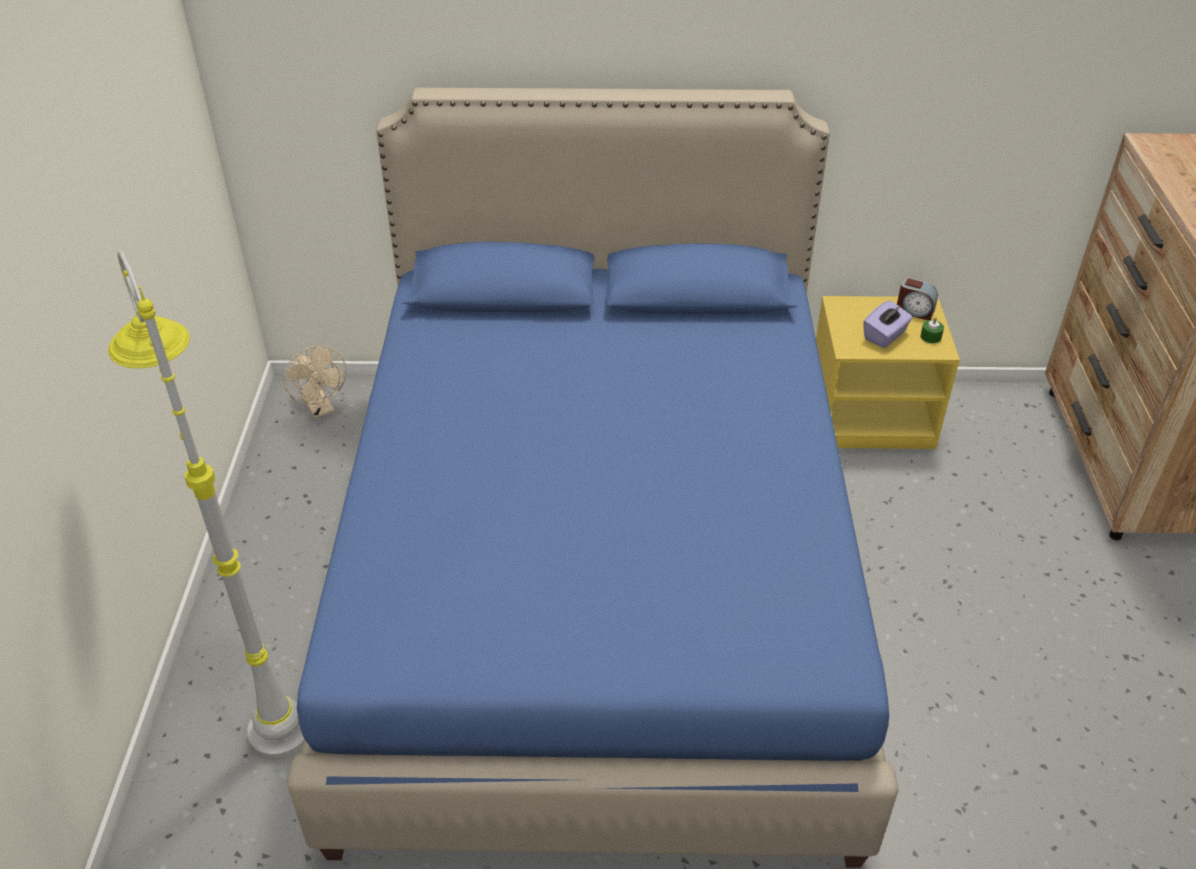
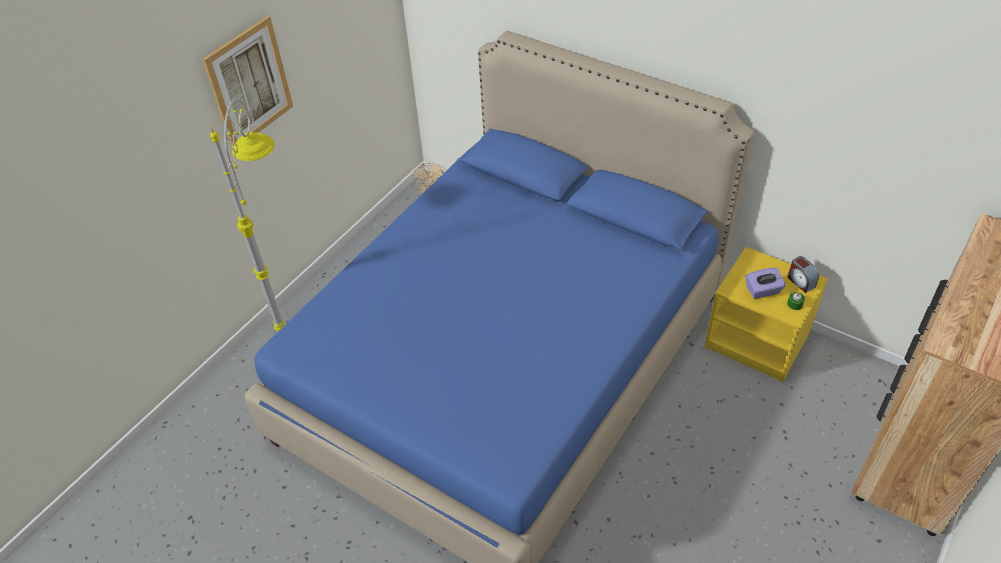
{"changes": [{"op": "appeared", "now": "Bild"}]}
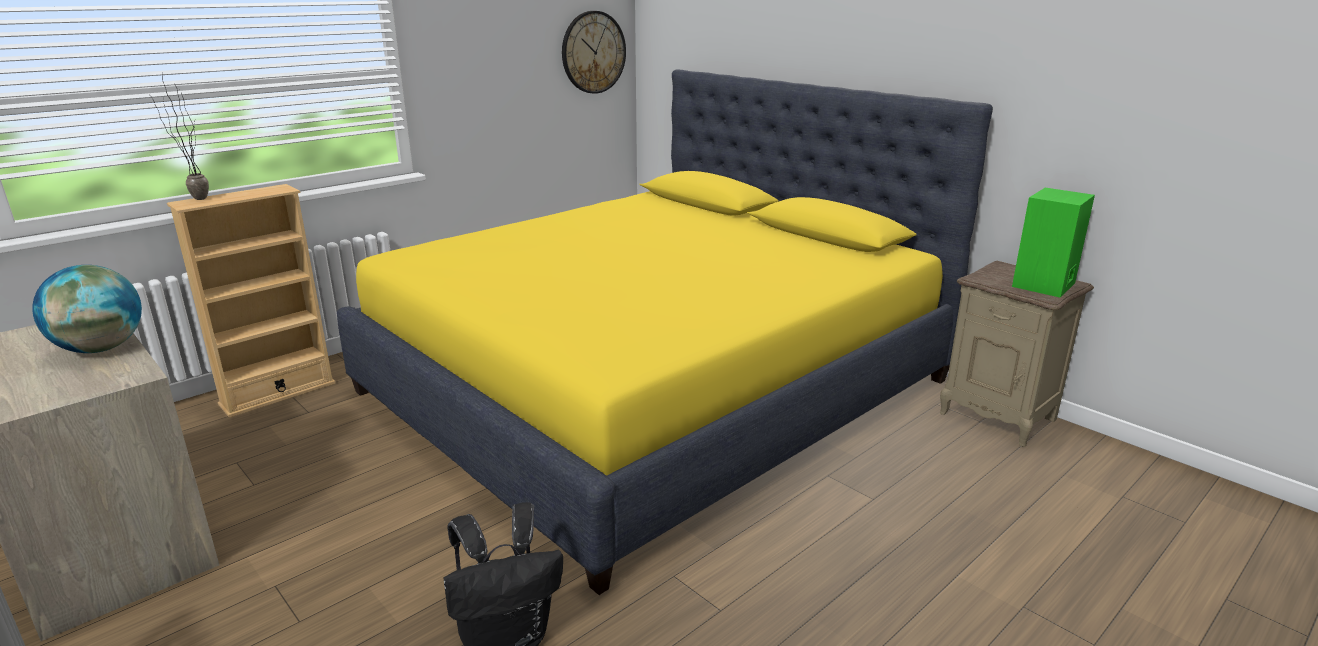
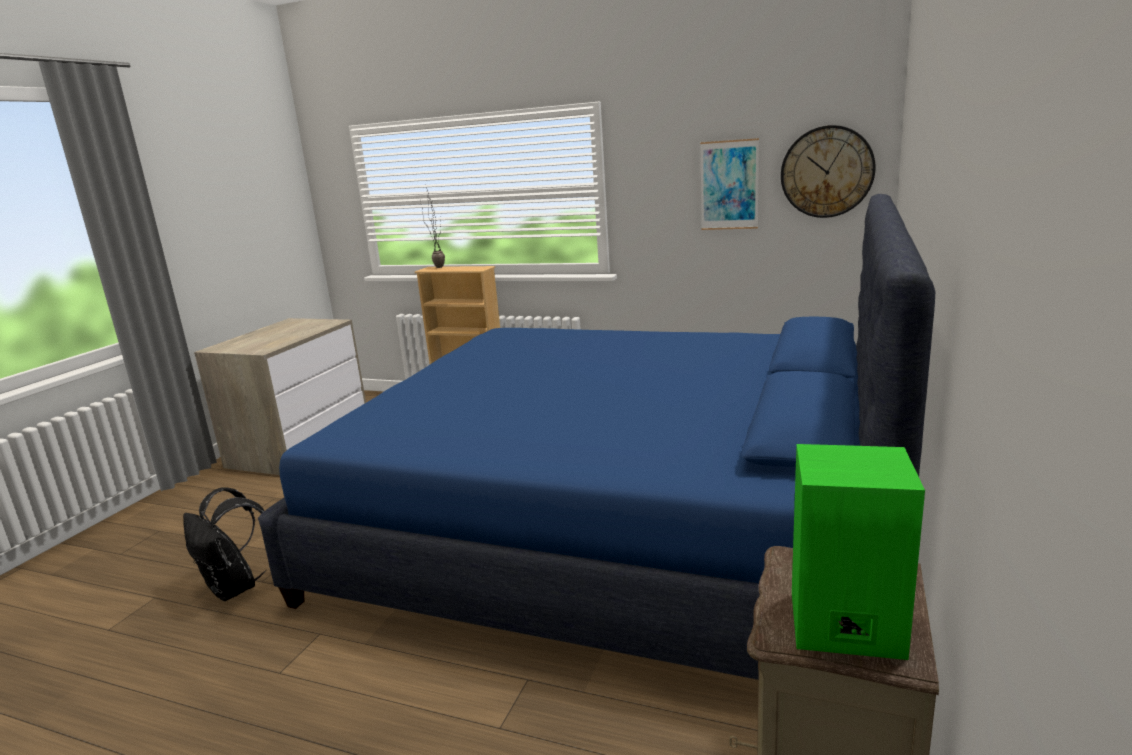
{"changes": [{"op": "missing", "was": "Globus"}, {"op": "colour", "was": "Bett [gelb]", "now": "Bett [blau]"}, {"op": "appeared", "now": "Bild"}]}
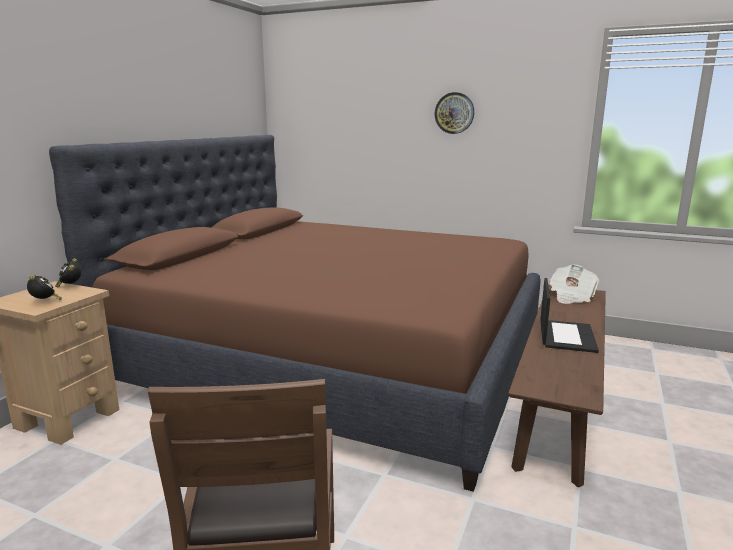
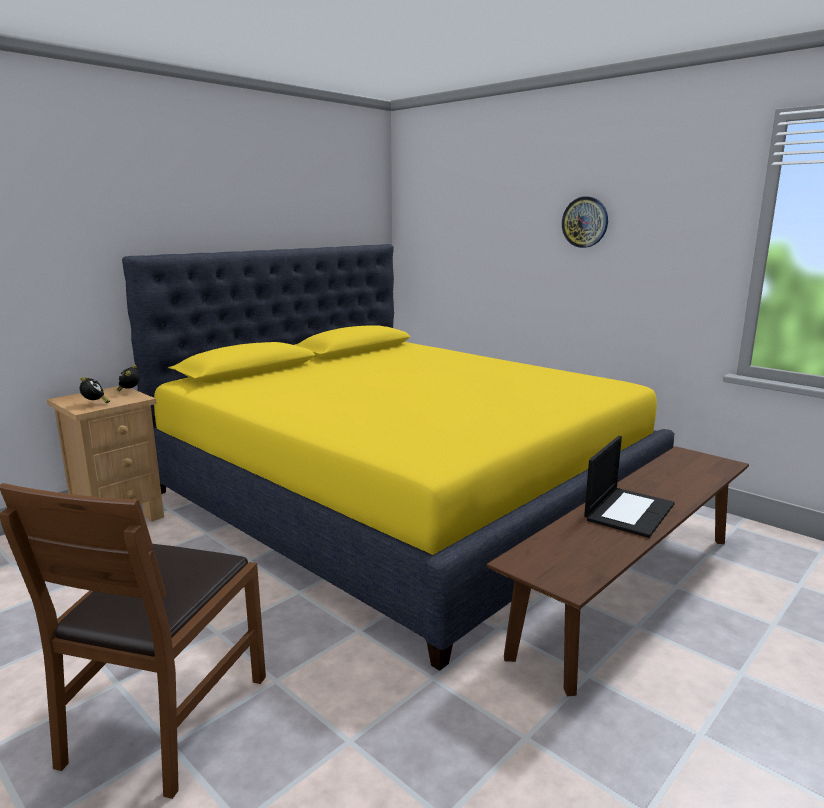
{"changes": [{"op": "colour", "was": "Bett [braun]", "now": "Bett [gelb]"}, {"op": "missing", "was": "Zeitung"}]}
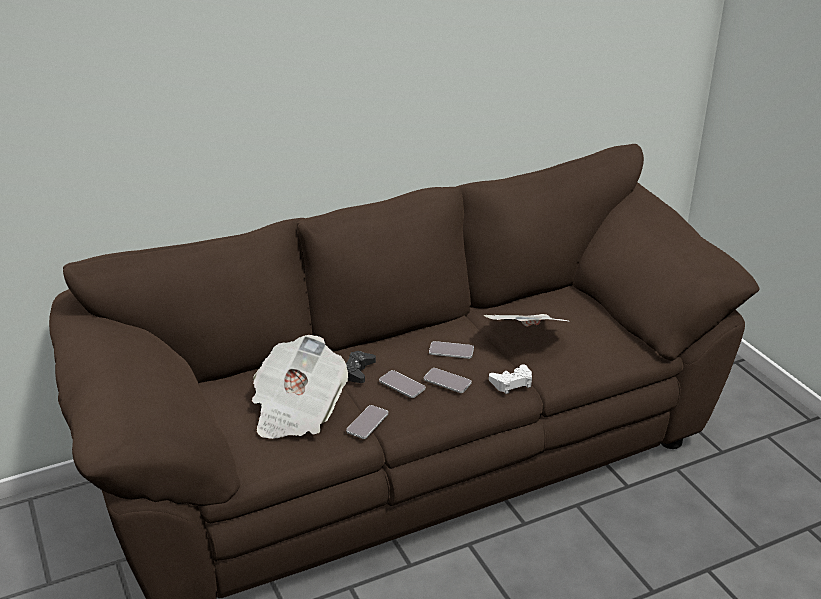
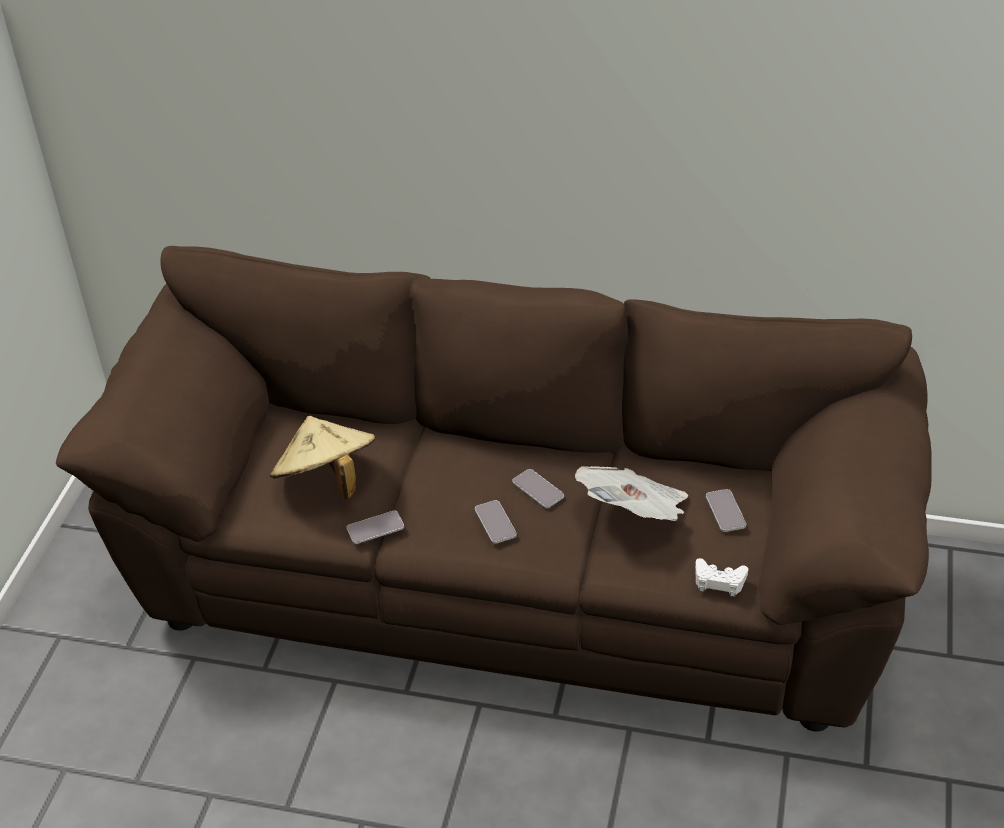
{"changes": [{"op": "exchanged", "was": "Zeitung (no. 1 from left)", "now": "Hut [beige]"}, {"op": "missing", "was": "Gamepad [schwarz]"}, {"op": "relocated", "was": "Handy (no. 2 from left in the first image)", "now": "Handy (no. 4 from left)"}, {"op": "relocated", "was": "Gamepad [weiß]"}]}
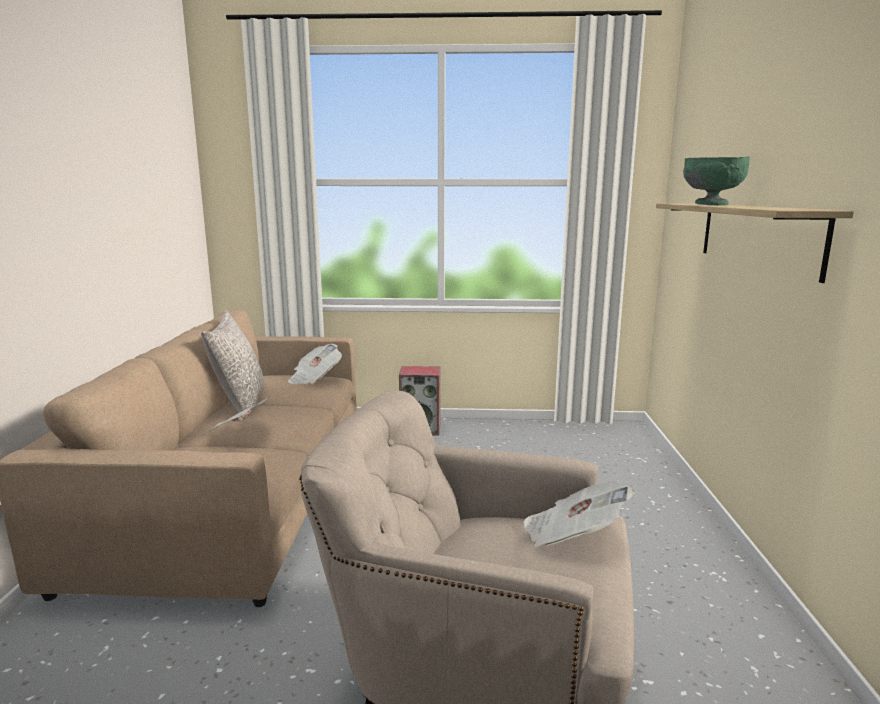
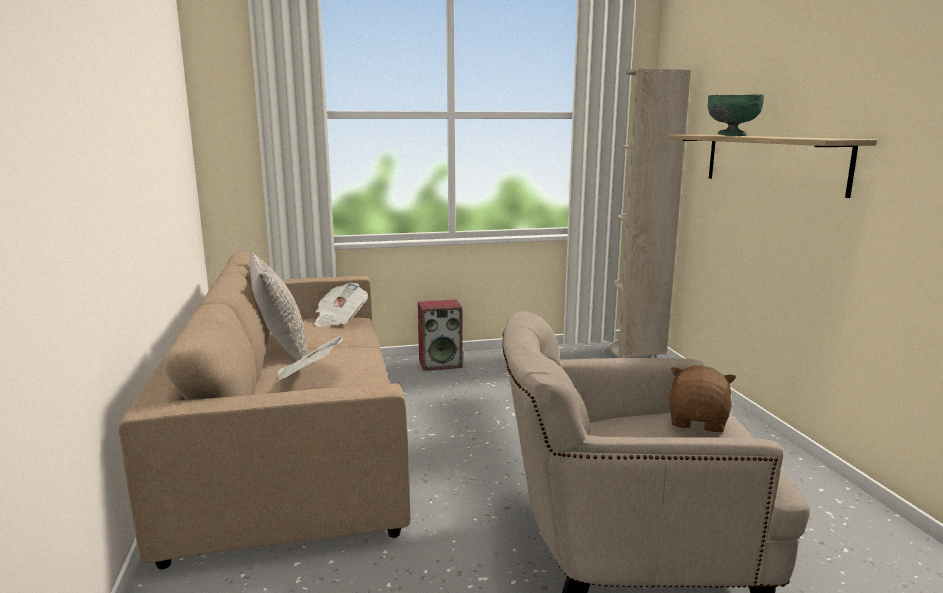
{"changes": [{"op": "exchanged", "was": "Zeitung (no. 3 from left)", "now": "Plüschtier [braun]"}, {"op": "appeared", "now": "Bücherregal [beige]"}]}
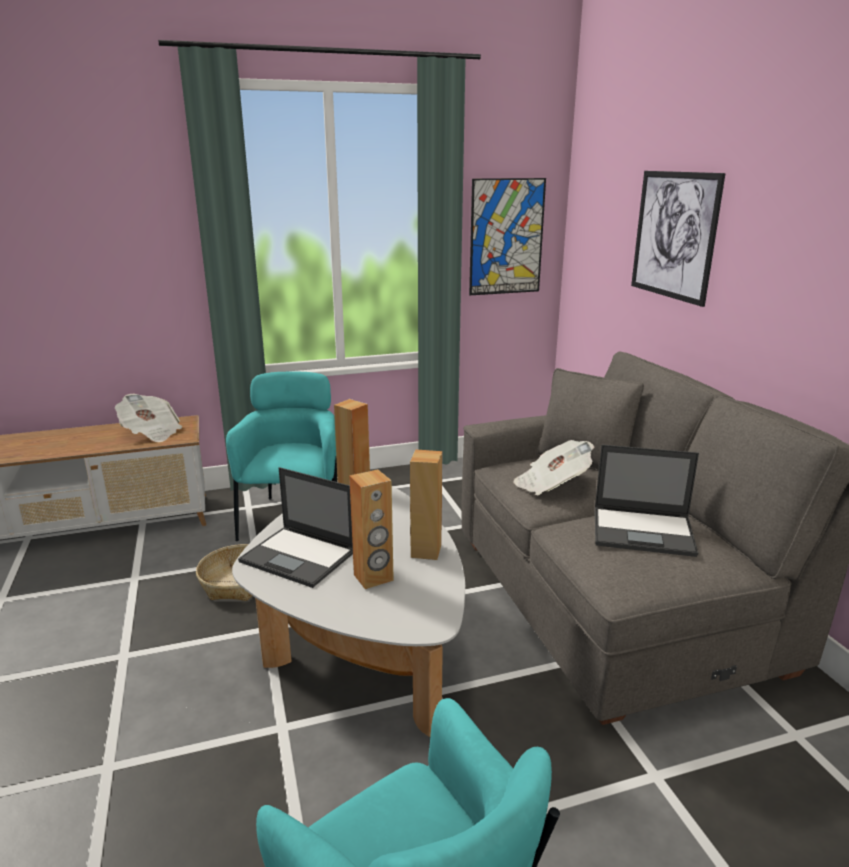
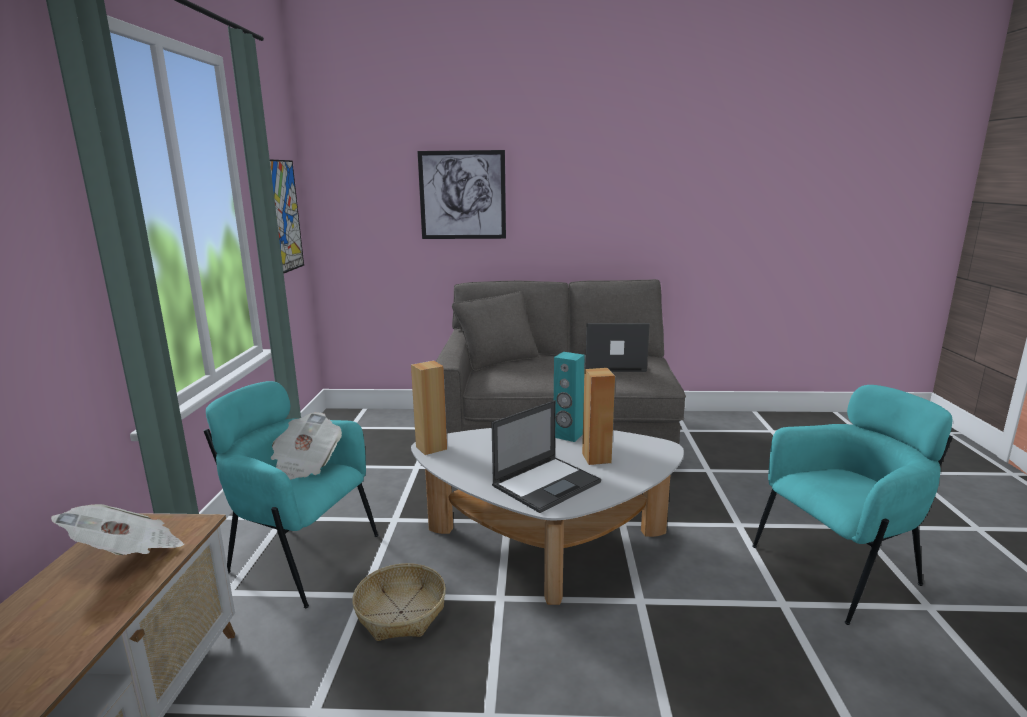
{"changes": [{"op": "colour", "was": "Lautsprecher [braun] (no. 3 from left)", "now": "Lautsprecher [türkis]"}, {"op": "relocated", "was": "Zeitung (no. 2 from left)"}, {"op": "spun", "was": "Laptop (no. 2 from left)", "clockwise": -120}]}
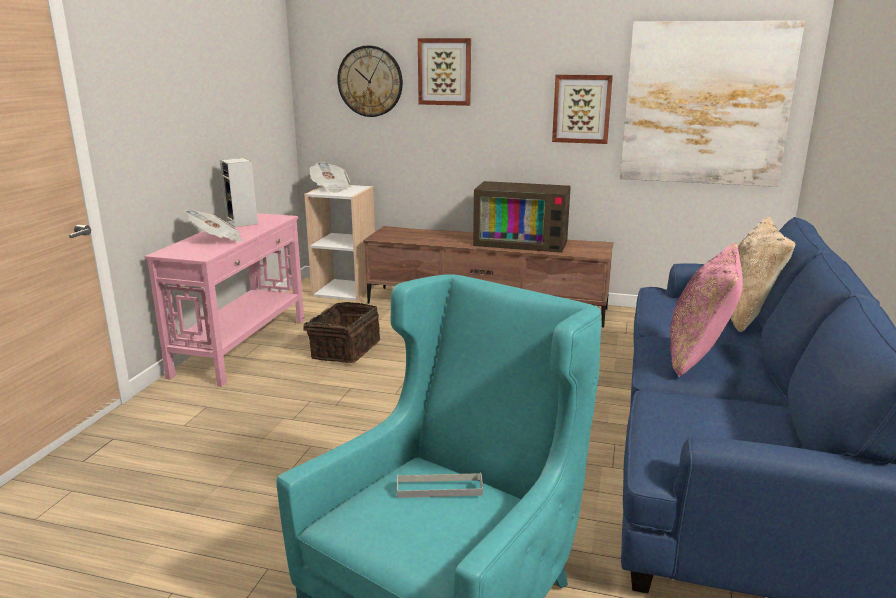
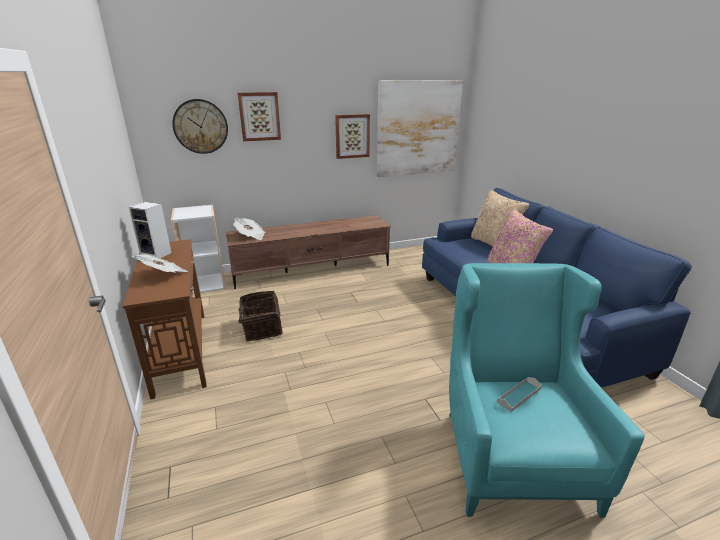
{"changes": [{"op": "colour", "was": "Konsolentisch [rosa]", "now": "Konsolentisch [braun]"}, {"op": "relocated", "was": "Zeitung (no. 2 from left)"}, {"op": "missing", "was": "Fernseher"}]}
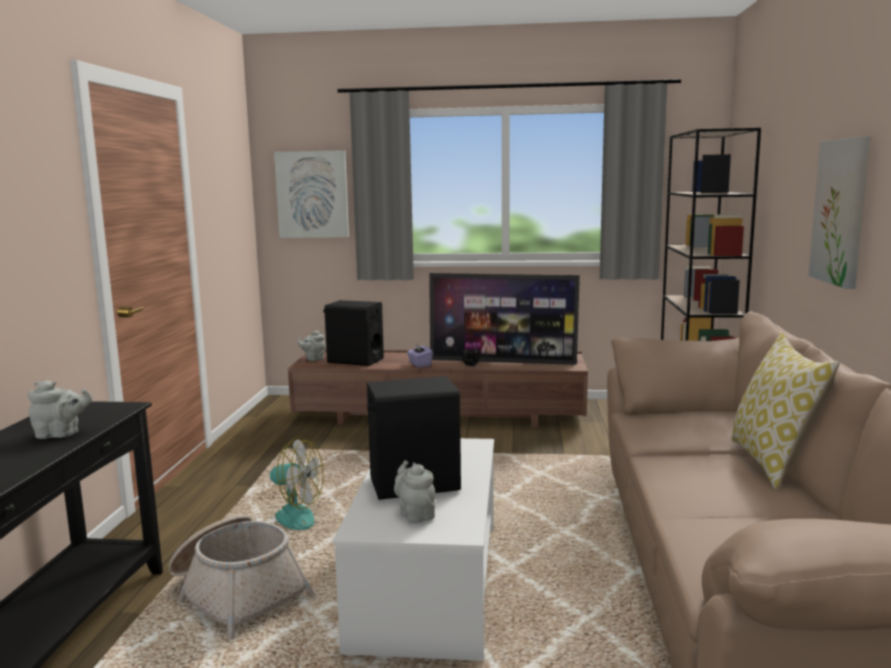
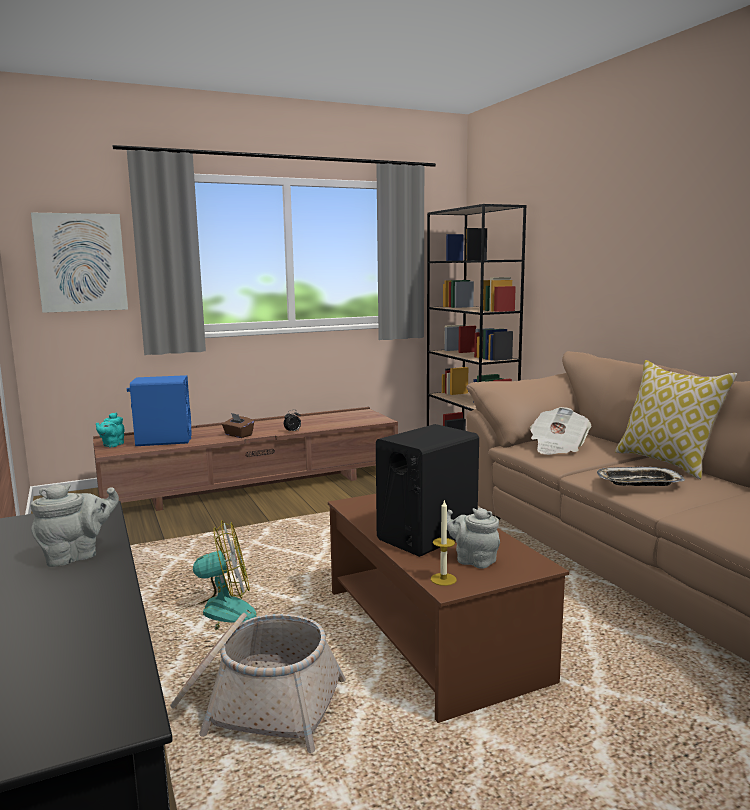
{"changes": [{"op": "colour", "was": "Teekanne [grau] (no. 2 from left)", "now": "Teekanne [türkis]"}, {"op": "colour", "was": "Lautsprecher [schwarz] (no. 1 from left)", "now": "Lautsprecher [blau]"}, {"op": "colour", "was": "Couchtisch [weiß]", "now": "Couchtisch [braun]"}, {"op": "colour", "was": "Taschentuchbox [lila]", "now": "Taschentuchbox [braun]"}, {"op": "missing", "was": "Fernseher"}, {"op": "missing", "was": "Bild (no. 2 from left)"}, {"op": "appeared", "now": "Kerze"}, {"op": "appeared", "now": "Zeitung"}, {"op": "appeared", "now": "Tablett"}]}
